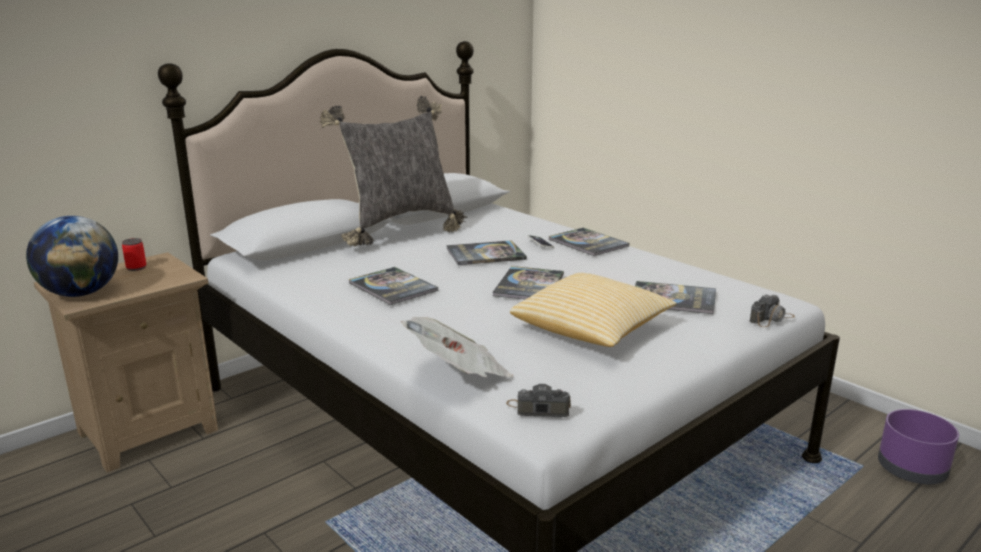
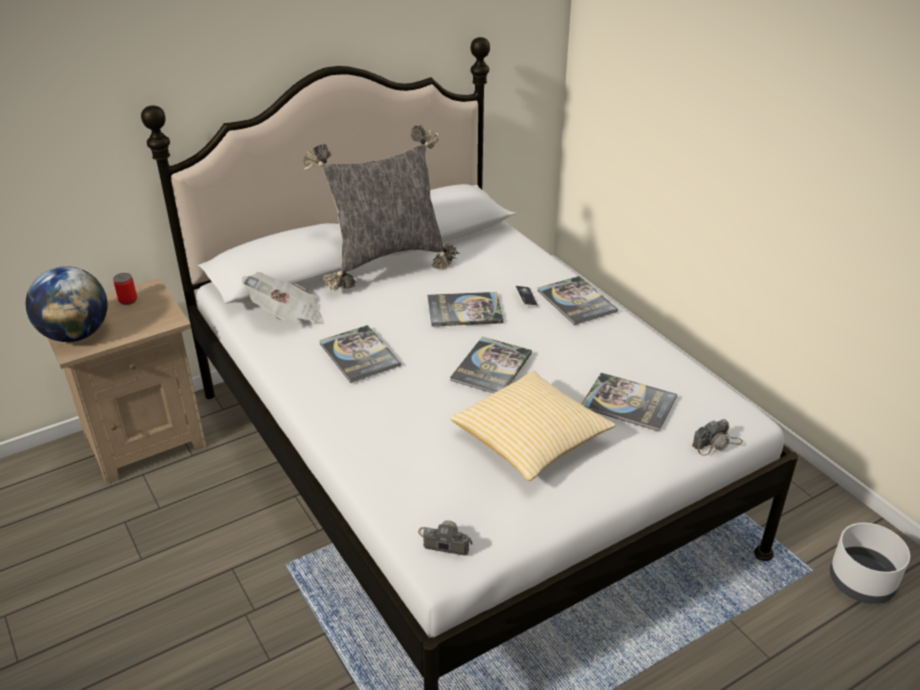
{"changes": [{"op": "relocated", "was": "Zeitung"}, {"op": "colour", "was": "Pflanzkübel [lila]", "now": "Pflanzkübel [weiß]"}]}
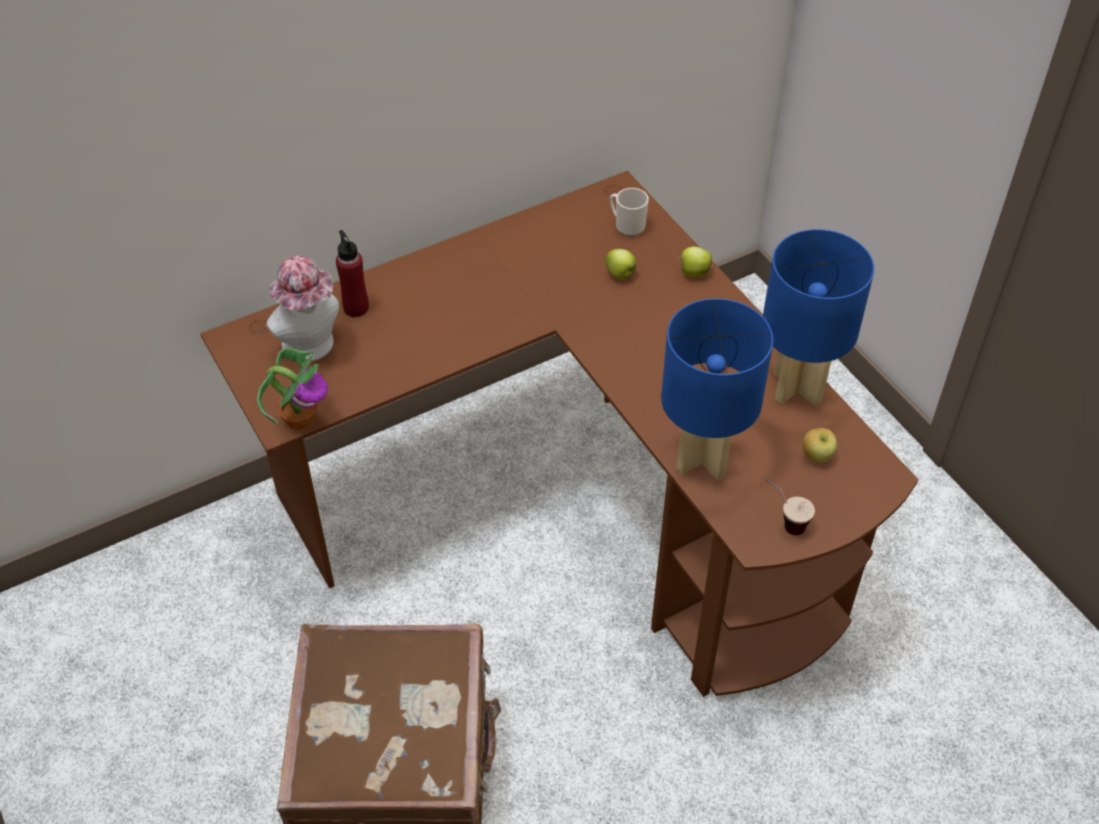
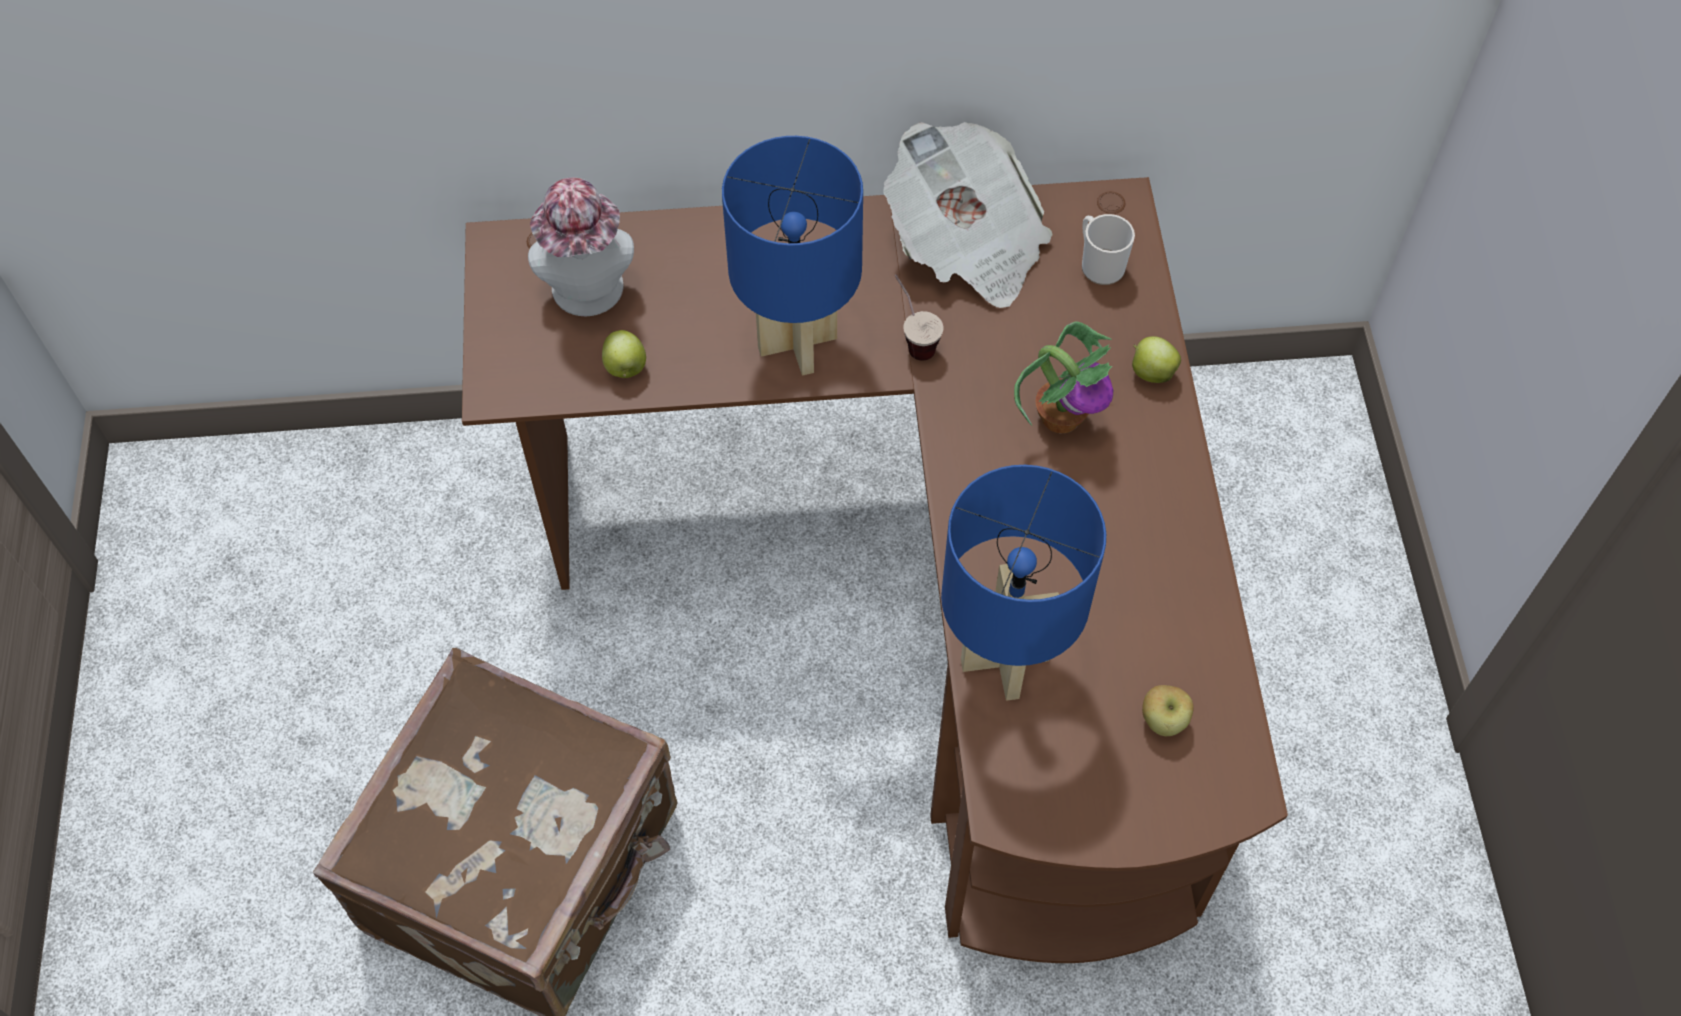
{"changes": [{"op": "relocated", "was": "Topfpflanze"}, {"op": "missing", "was": "Flasche [rot]"}, {"op": "relocated", "was": "Apfel (no. 1 from left)"}, {"op": "relocated", "was": "Tischlampe [blau] (no. 2 from left in the first image)", "now": "Tischlampe [blau] (no. 1 from left)"}, {"op": "relocated", "was": "Tasse"}, {"op": "appeared", "now": "Zeitung"}]}
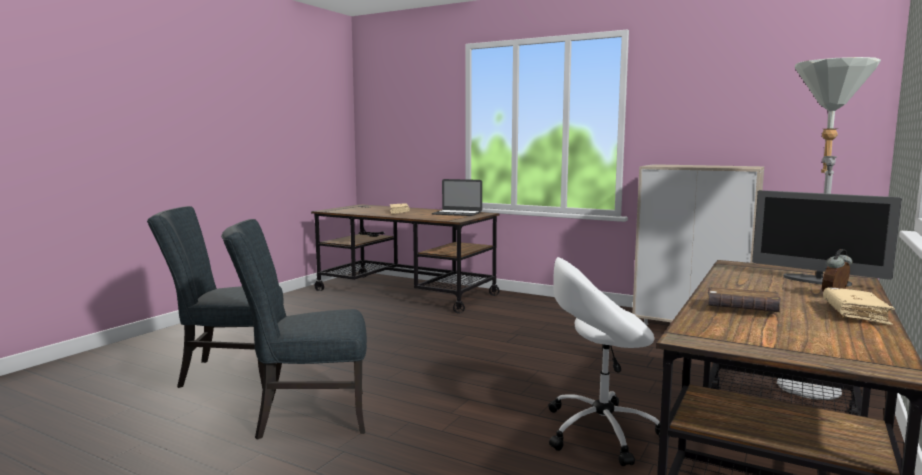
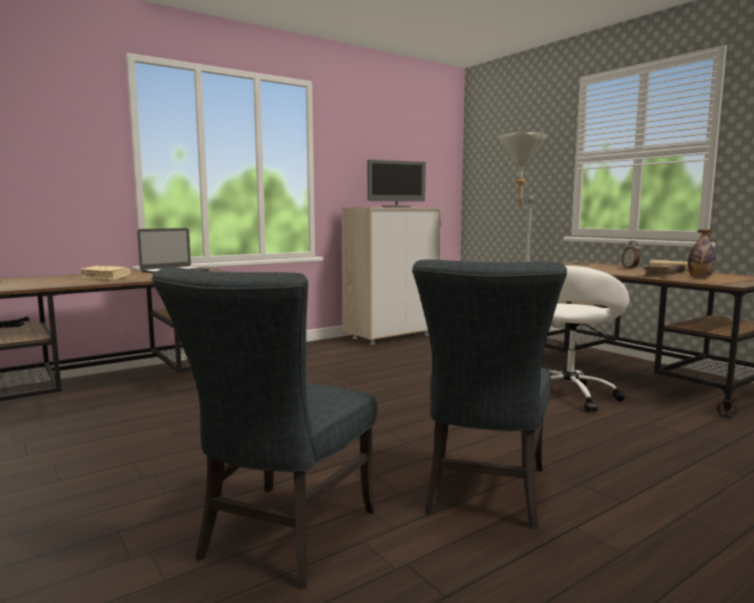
{"changes": [{"op": "relocated", "was": "Monitor"}, {"op": "appeared", "now": "Flasche"}]}
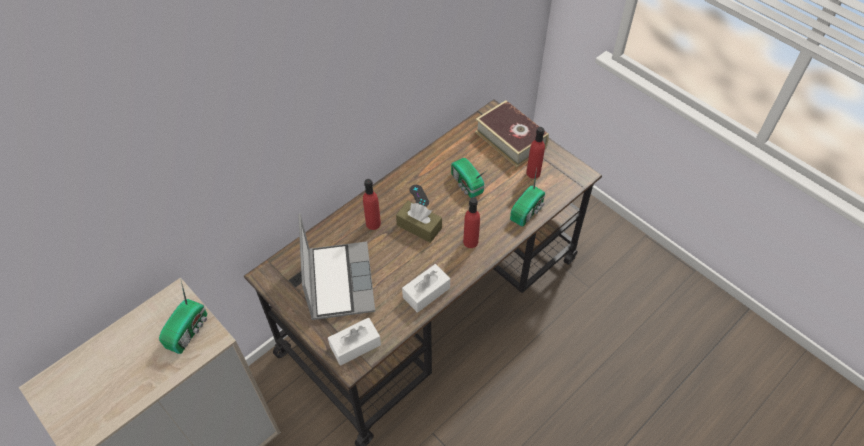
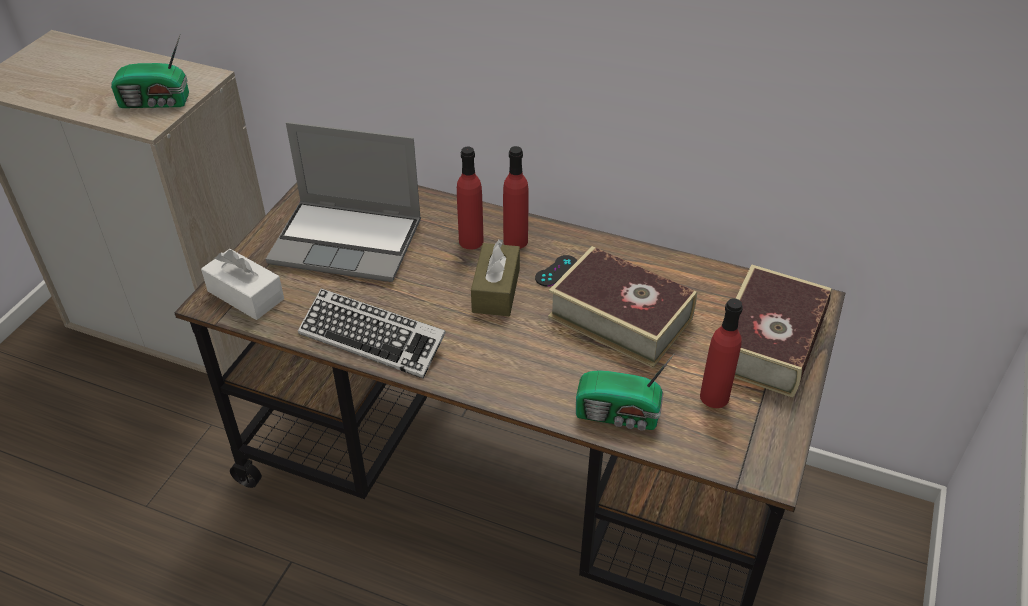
{"changes": [{"op": "spun", "was": "Laptop", "clockwise": 45}, {"op": "exchanged", "was": "Taschentuchbox [weiß] (no. 2 from left)", "now": "Tastatur"}, {"op": "exchanged", "was": "Radio (no. 2 from left)", "now": "Buch (no. 1 from left)"}, {"op": "relocated", "was": "Flasche [rot] (no. 2 from left)"}]}
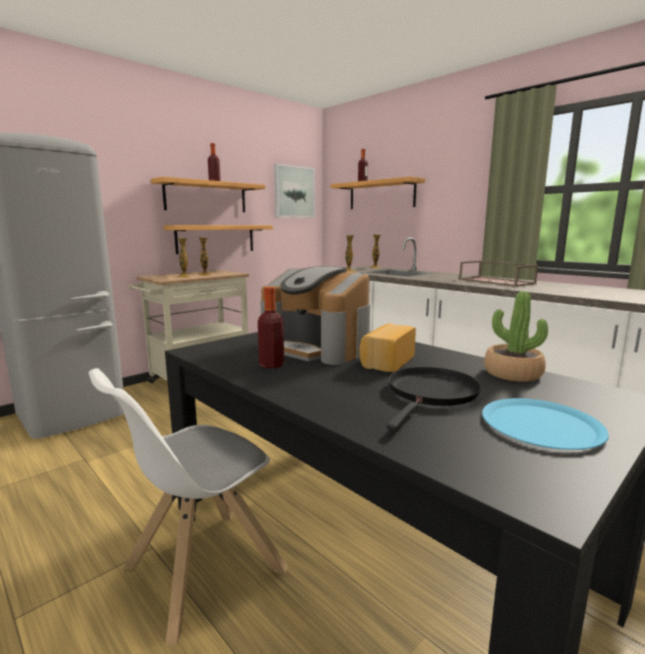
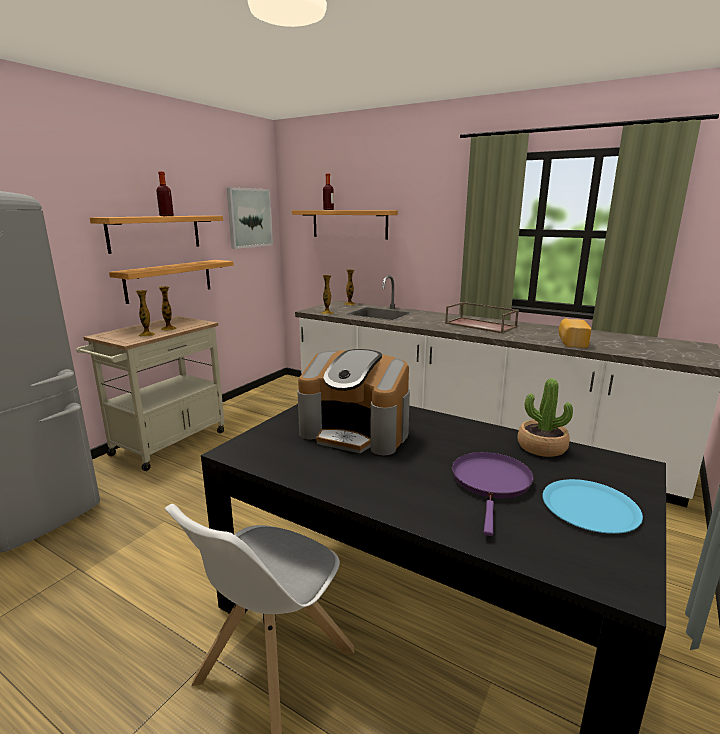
{"changes": [{"op": "missing", "was": "Flasche (no. 2 from left)"}, {"op": "relocated", "was": "Brot"}, {"op": "colour", "was": "Pfanne [schwarz]", "now": "Pfanne [lila]"}]}
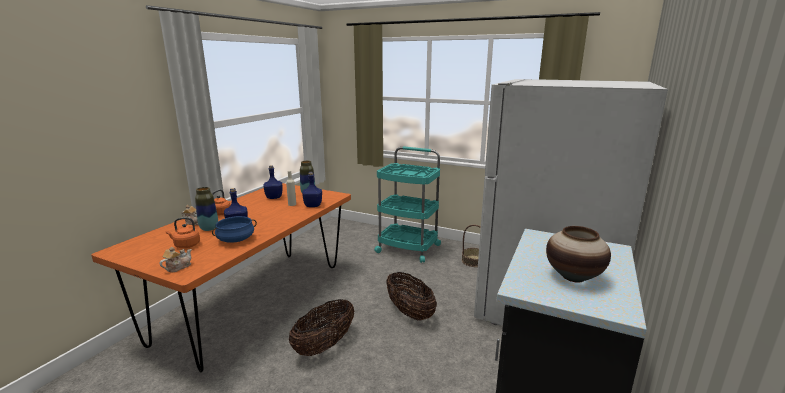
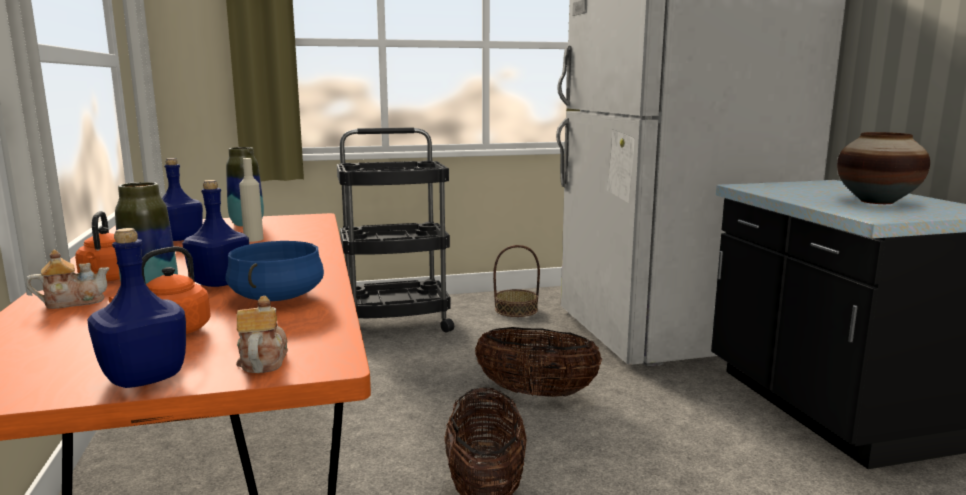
{"changes": [{"op": "relocated", "was": "Flasche [blau] (no. 3 from left in the first image)", "now": "Flasche [blau] (no. 1 from left)"}, {"op": "colour", "was": "Rollwagen [türkis]", "now": "Rollwagen [schwarz]"}]}
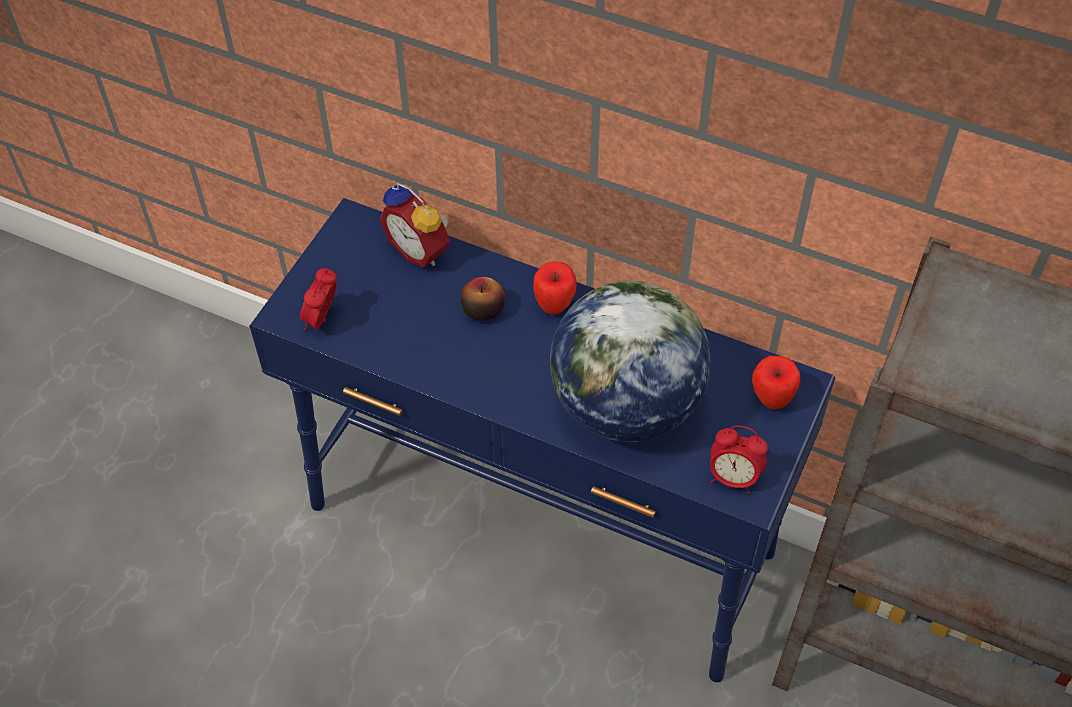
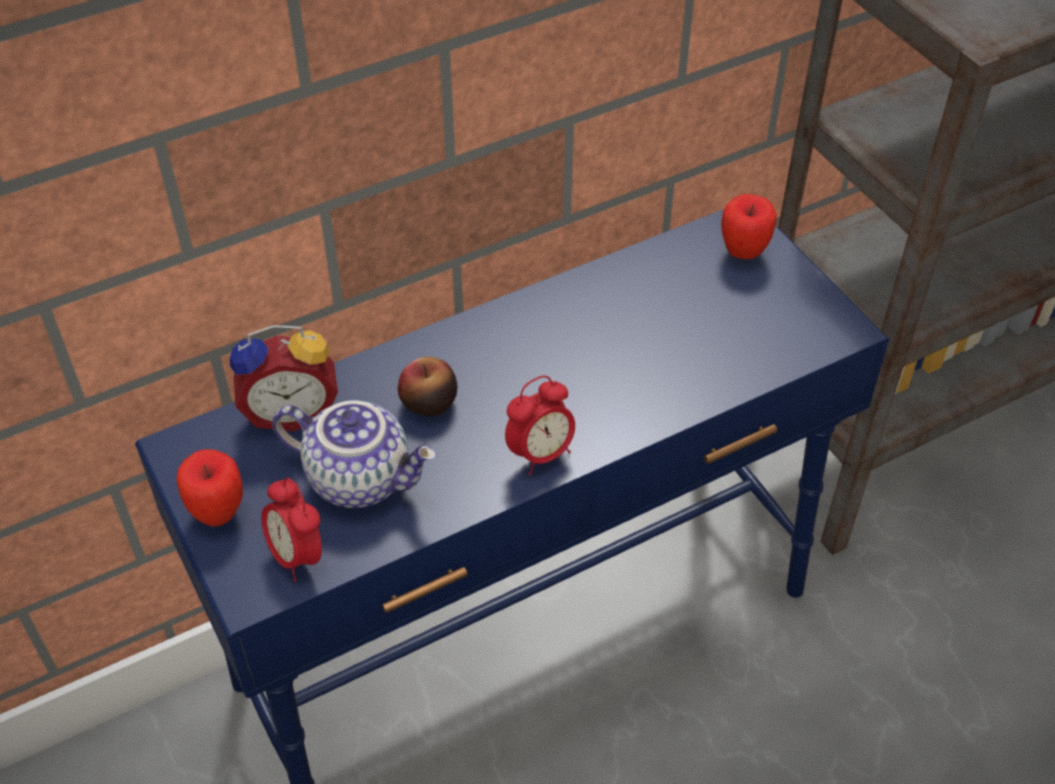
{"changes": [{"op": "relocated", "was": "Apfel (no. 2 from left in the first image)", "now": "Apfel (no. 1 from left)"}, {"op": "missing", "was": "Globus"}, {"op": "relocated", "was": "Wecker (no. 3 from left)"}, {"op": "appeared", "now": "Teekanne"}]}
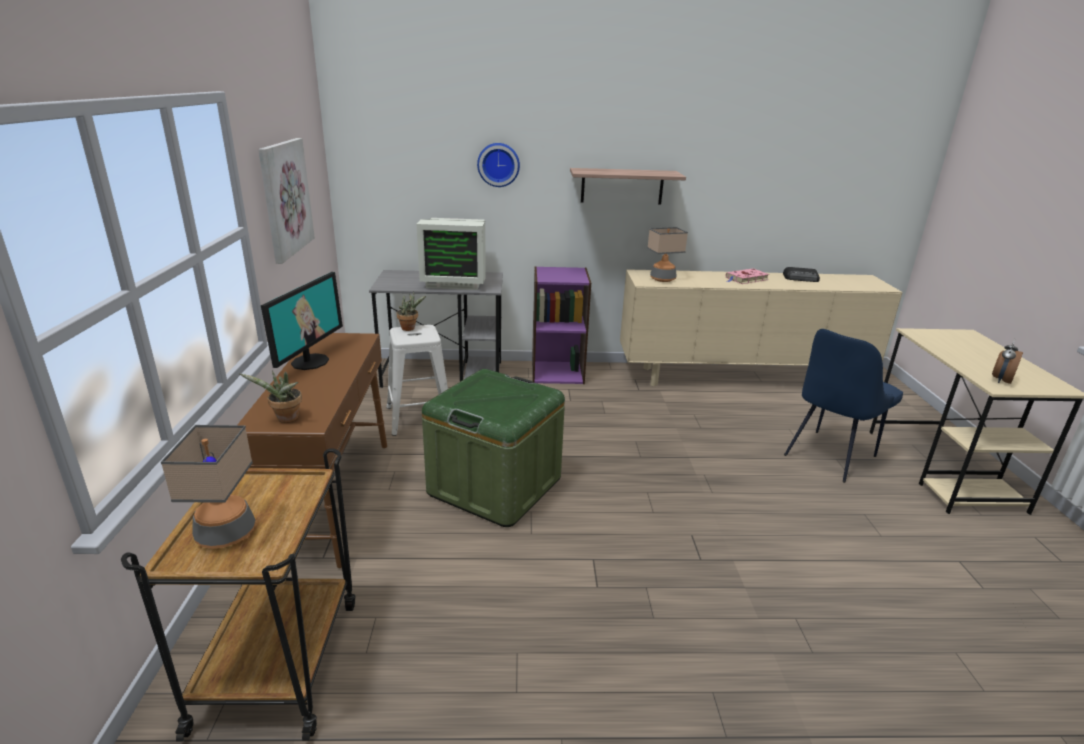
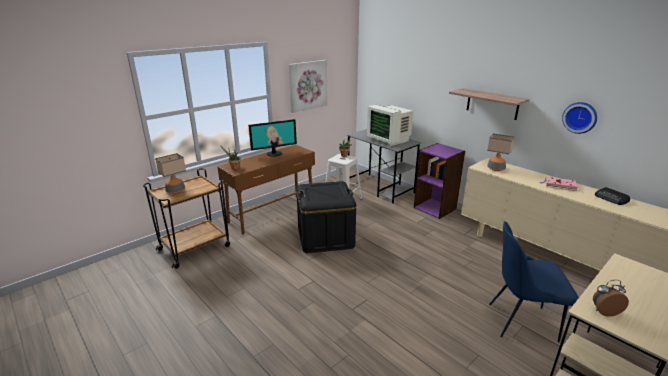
{"changes": [{"op": "colour", "was": "Aufbewahrungsbox [grün]", "now": "Aufbewahrungsbox [schwarz]"}, {"op": "relocated", "was": "Wanduhr"}]}
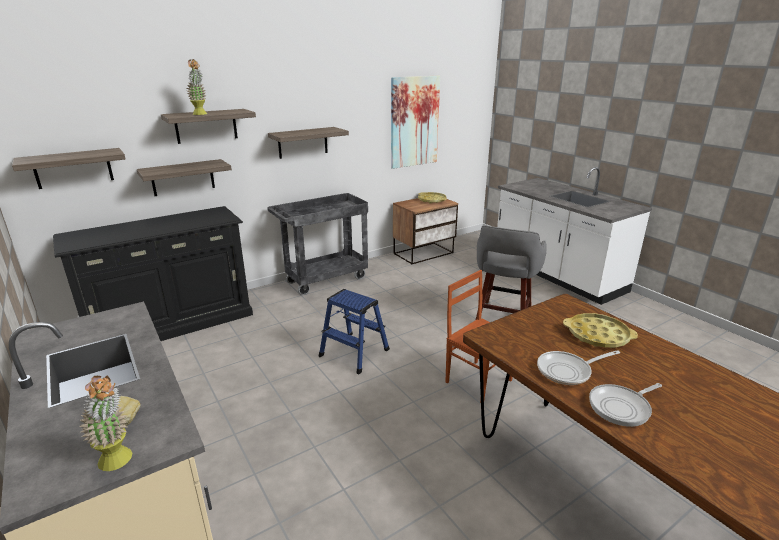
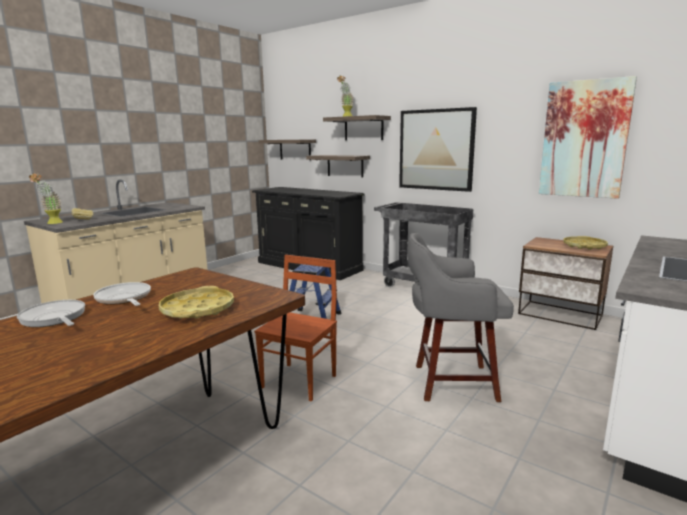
{"changes": [{"op": "exchanged", "was": "Wandregal (no. 4 from left)", "now": "Bild (no. 1 from left)"}]}
